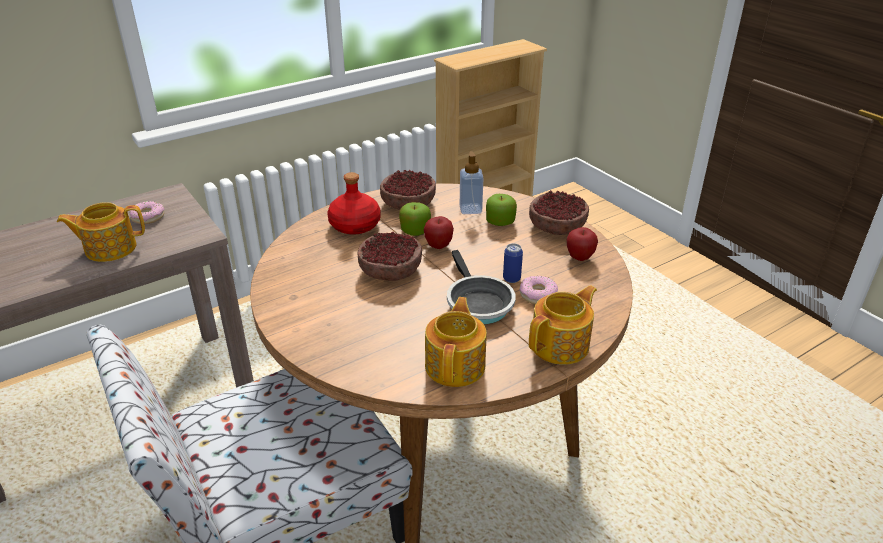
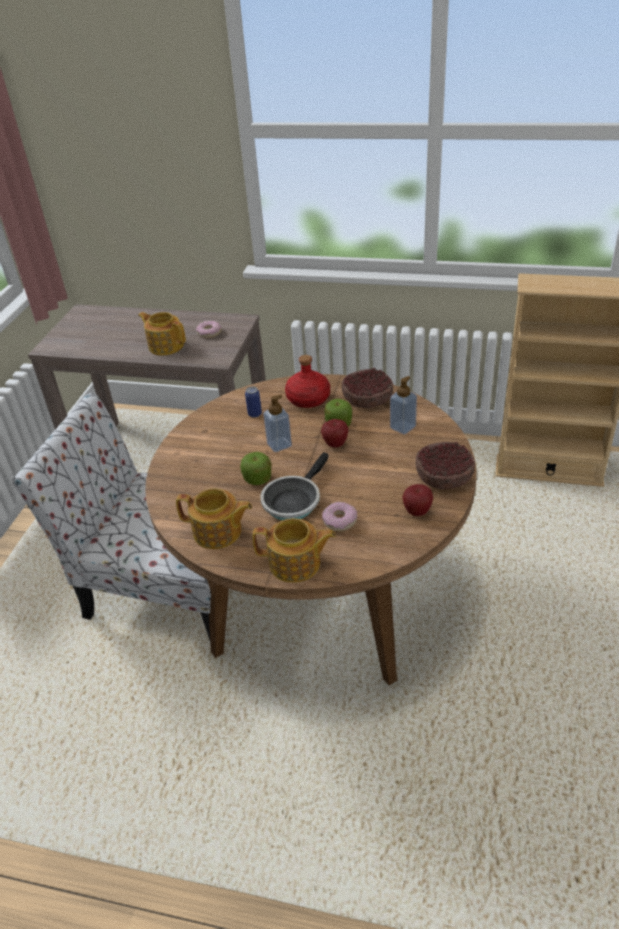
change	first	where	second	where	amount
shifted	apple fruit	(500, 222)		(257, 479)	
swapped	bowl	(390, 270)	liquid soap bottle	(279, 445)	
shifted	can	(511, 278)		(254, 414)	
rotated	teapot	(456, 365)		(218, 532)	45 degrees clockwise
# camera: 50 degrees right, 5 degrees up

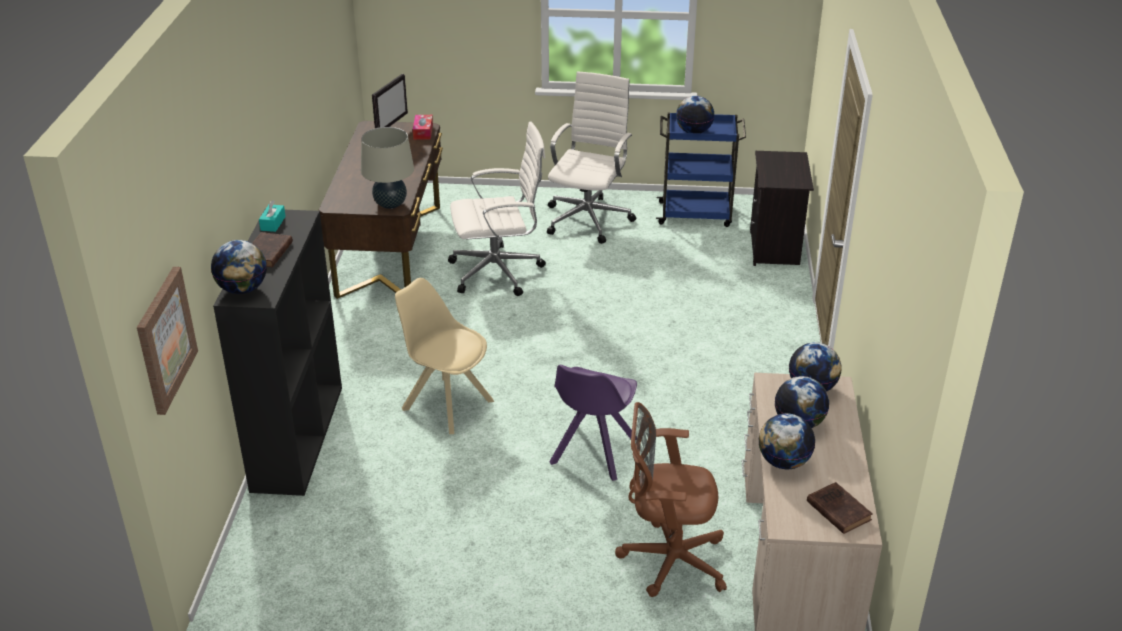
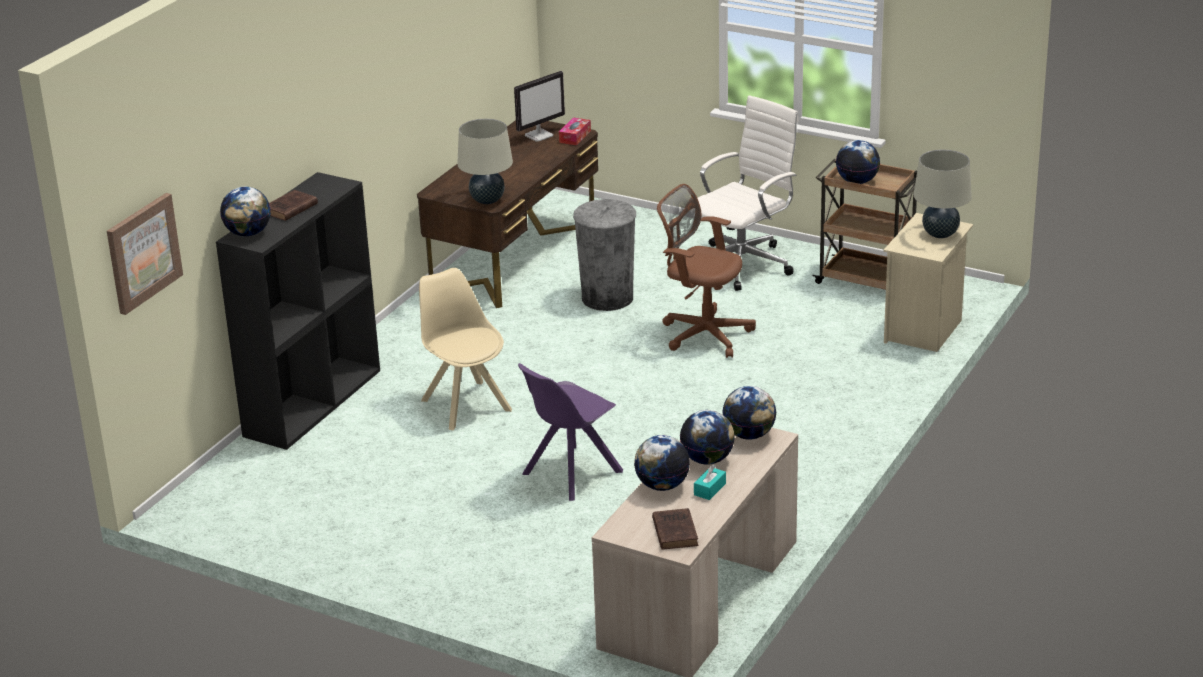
change	first	where	second	where	amount
repainted	bluish cart	(696, 214)	brownish cart	(866, 281)	
swapped	whitish office chair	(499, 272)	gray waste bin	(607, 298)	
repainted	blackish nightstand	(775, 248)	beige-coloured nightstand	(924, 330)	
shifted	blue-green tissue holder	(273, 223)		(710, 489)	
shifted	brownish office chair	(668, 560)		(703, 333)	
new			beige-coloured table lamp	(940, 234)	
# camera: 25 degrees right, 5 degrees down

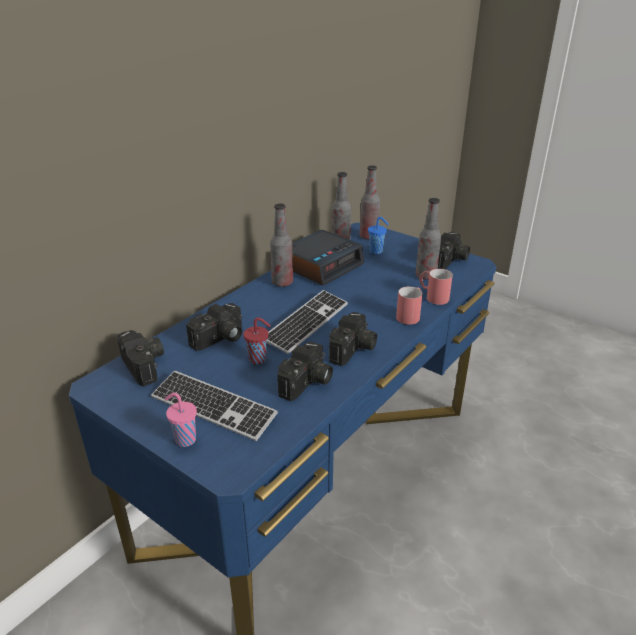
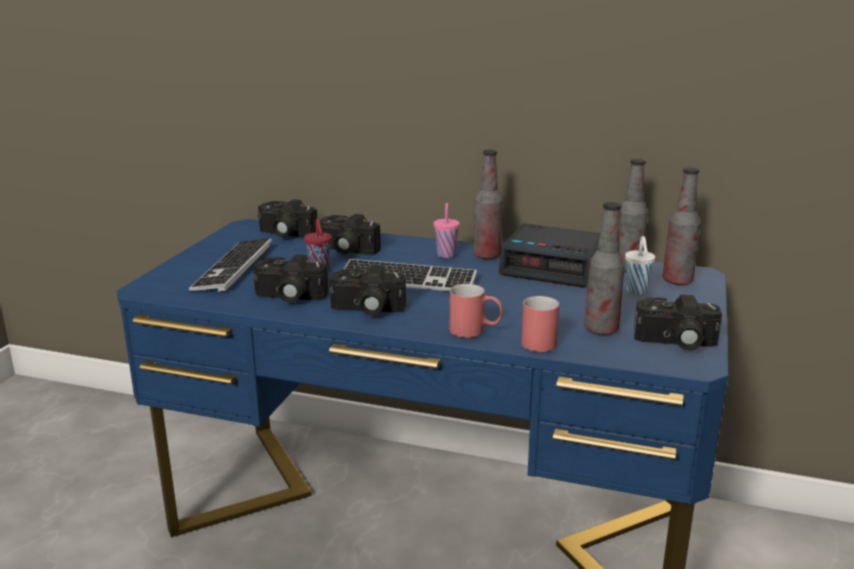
change	first	where	second	where	amount
repainted	bluish cup	(376, 251)	whitish cup	(636, 291)	
rotated	photo camera	(146, 365)		(285, 234)	75 degrees clockwise
shifted	pink-coloured cup	(184, 439)		(446, 254)	
# camera: 70 degrees right, 10 degrees down

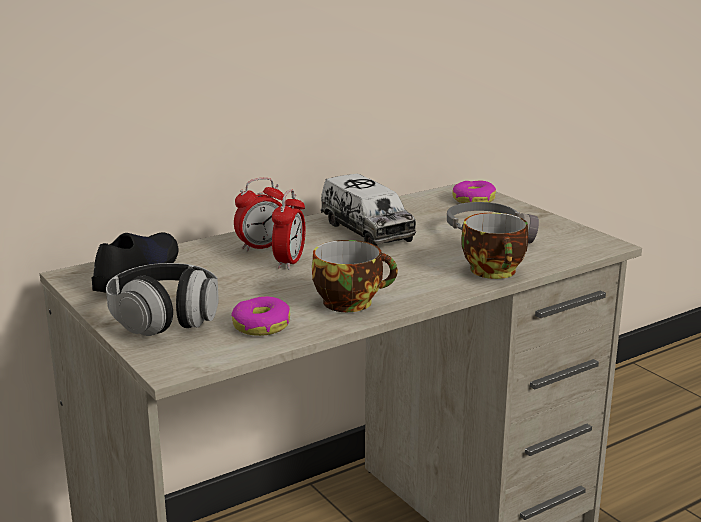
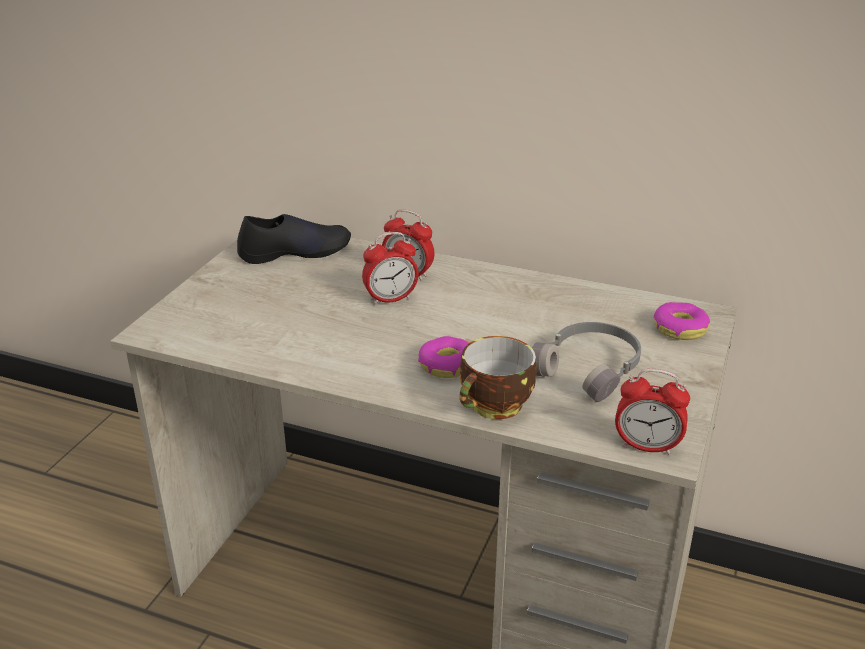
change	first	where	second	where	amount
gone	model truck	(366, 230)			
gone	cup	(351, 302)			
gone	pair of headphones	(165, 318)			
shifted	ring doughnut	(261, 325)		(447, 365)	
new			bedside clock	(647, 446)	
# camera: 55 degrees right, 10 degrees up

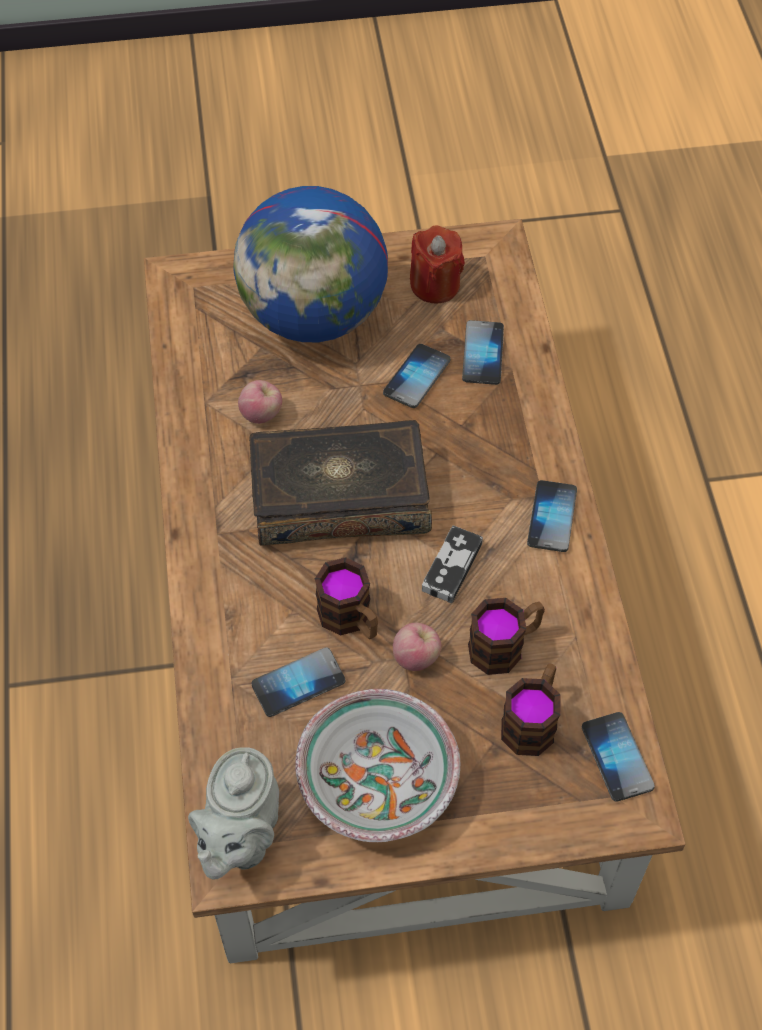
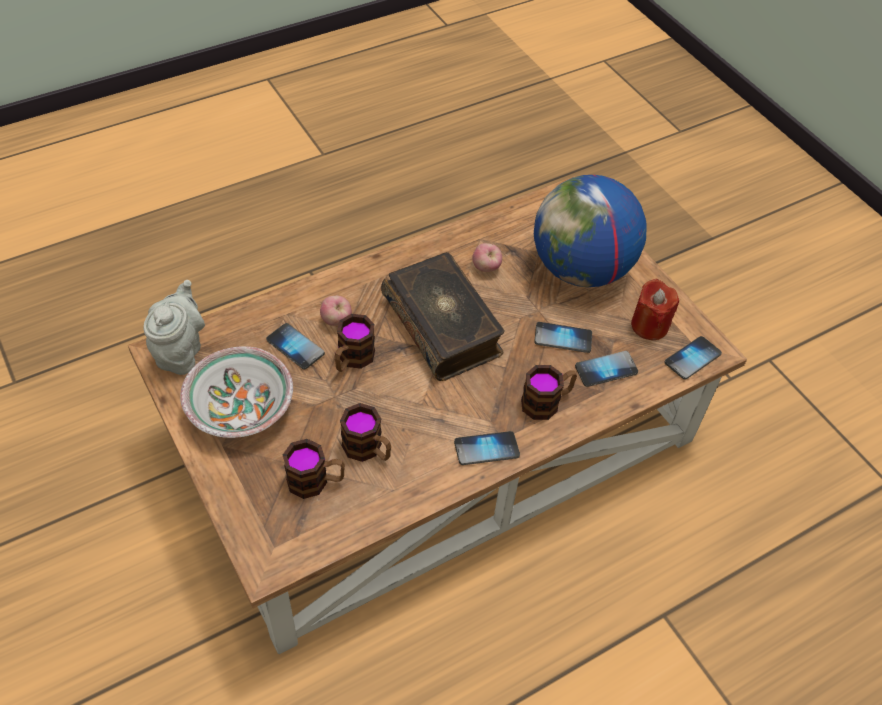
change	first	where	second	where	amount
gone	joypad	(452, 567)			
shifted	apple fruit	(416, 657)		(336, 321)	
shifted	handset	(617, 757)		(692, 358)	
rotated	gray teapot	(240, 837)		(181, 351)	105 degrees clockwise
new			mug	(547, 402)	
# camera: 65 degrees right, 5 degrees down

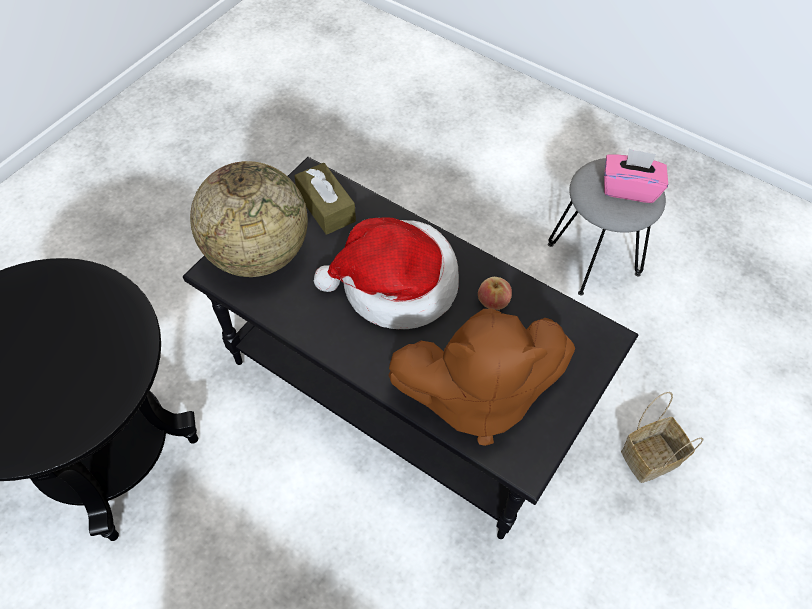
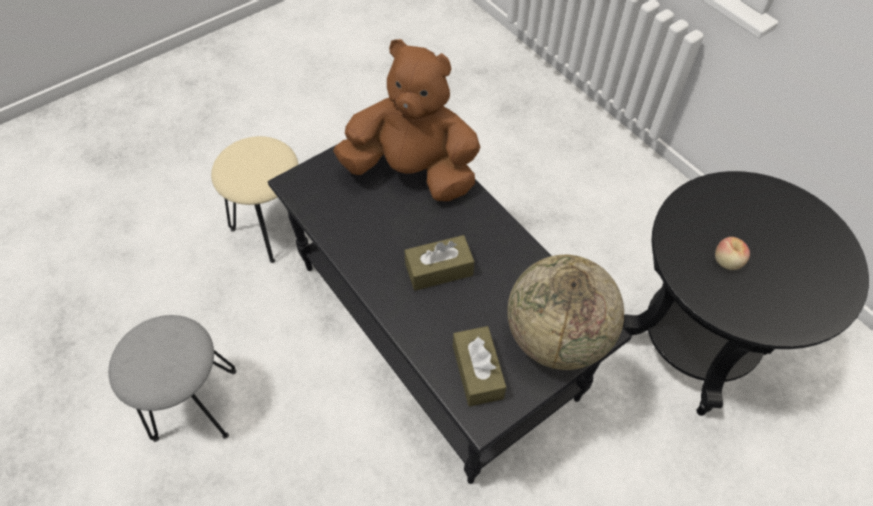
change	first	where	second	where	amount
gone	pink-coloured tissue holder	(629, 188)			
swapped	wearable hat	(395, 285)	brownish tissue holder	(439, 270)	
shifted	apple fruit	(493, 302)		(727, 262)	
swapped	household basket	(651, 456)	beige-coloured stool seat	(273, 227)	
# camera: 160 degrees left, 0 degrees up

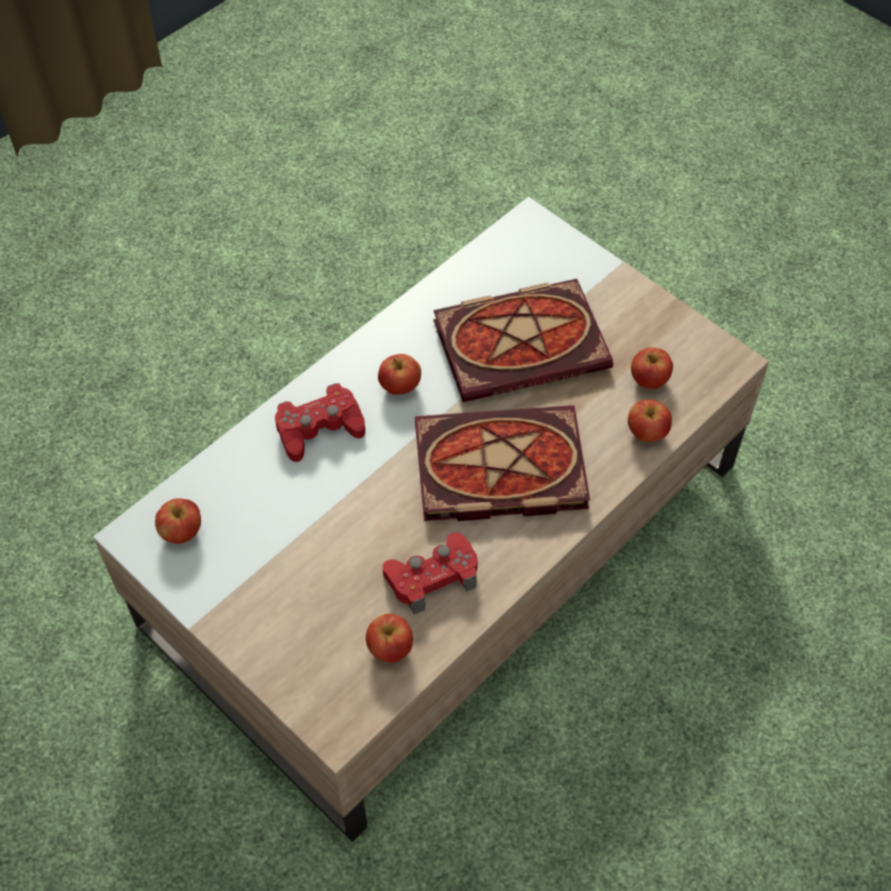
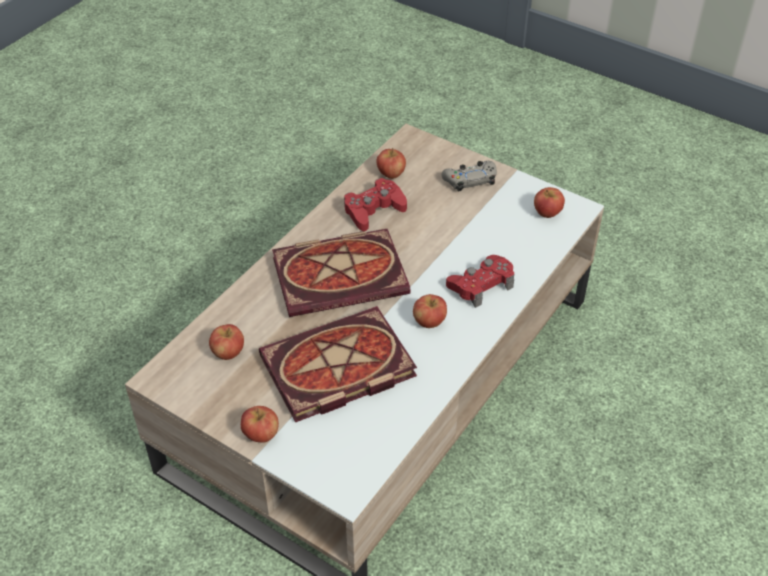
change	first	where	second	where	amount
shifted	apple fruit	(647, 432)		(261, 435)	
new			gray joypad	(470, 180)	
# camera: 170 degrees right, 10 degrees down

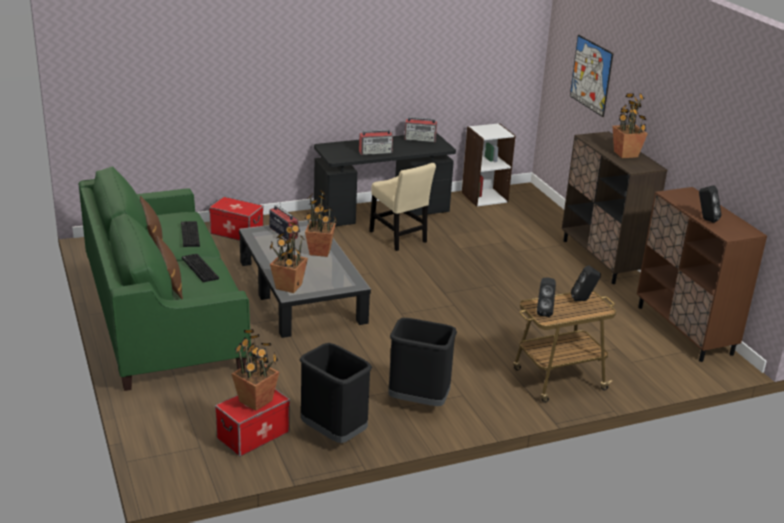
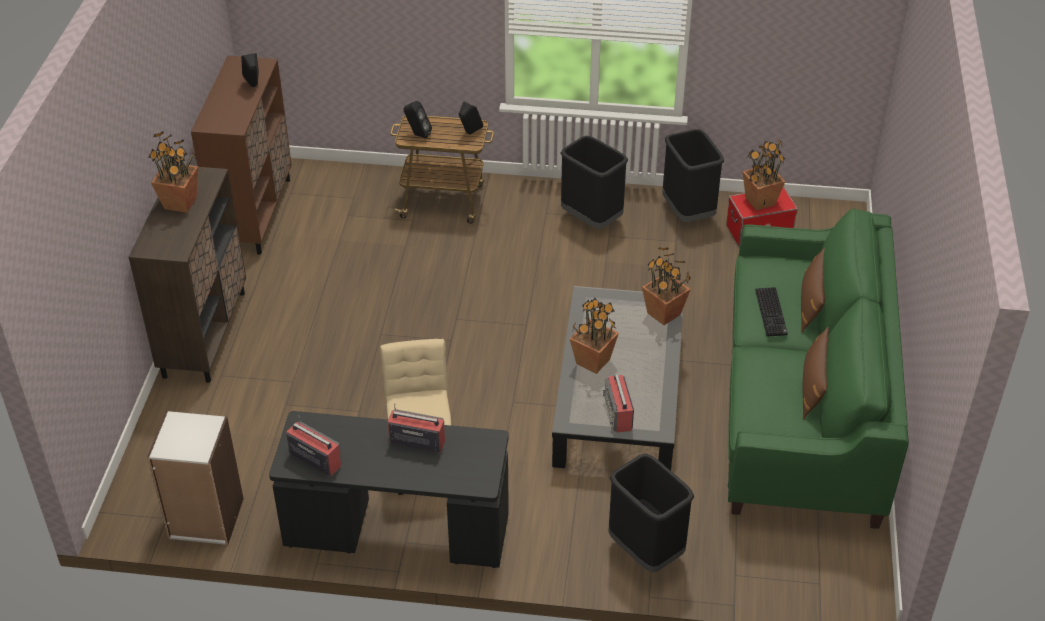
change	first	where	second	where	amount
gone	wall picture	(591, 75)			
swapped	storage container	(237, 232)	blackish waste bin	(645, 550)	
gone	computer keyboard	(189, 234)			
# camera: 150 degrees left, 15 degrees up

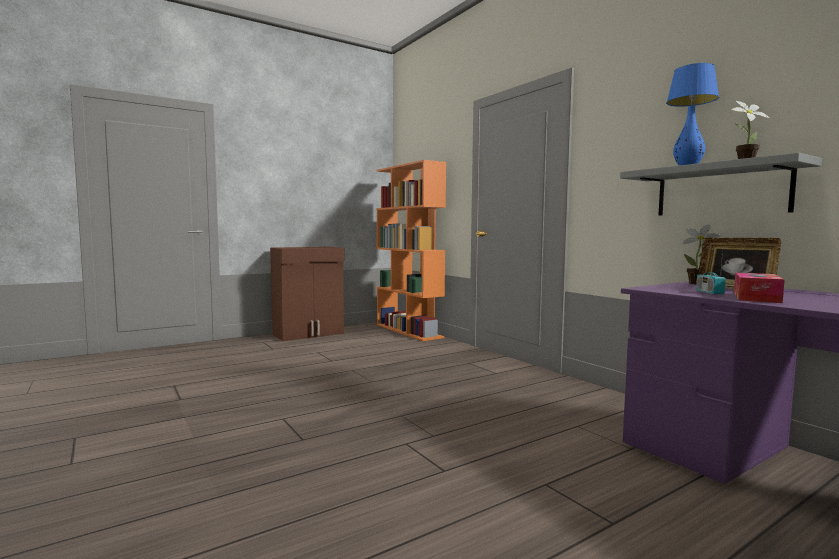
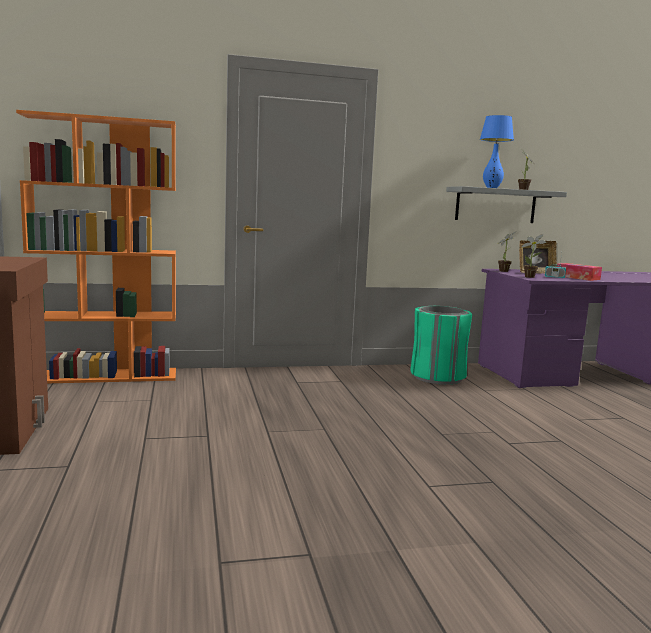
change	first	where	second	where	amount
new			plant in a pot	(531, 277)	
new			green-coloured waste bin	(437, 377)	
# camera: 70 degrees left, 5 degrees up

